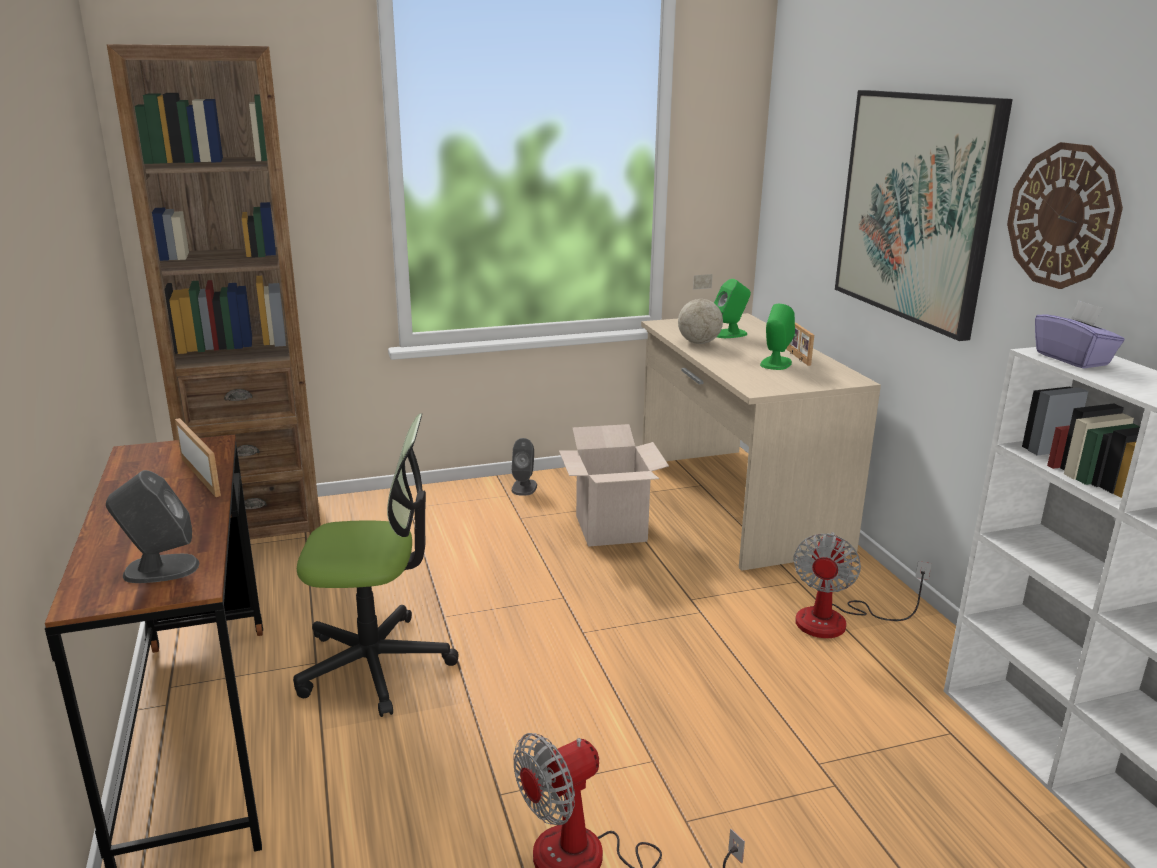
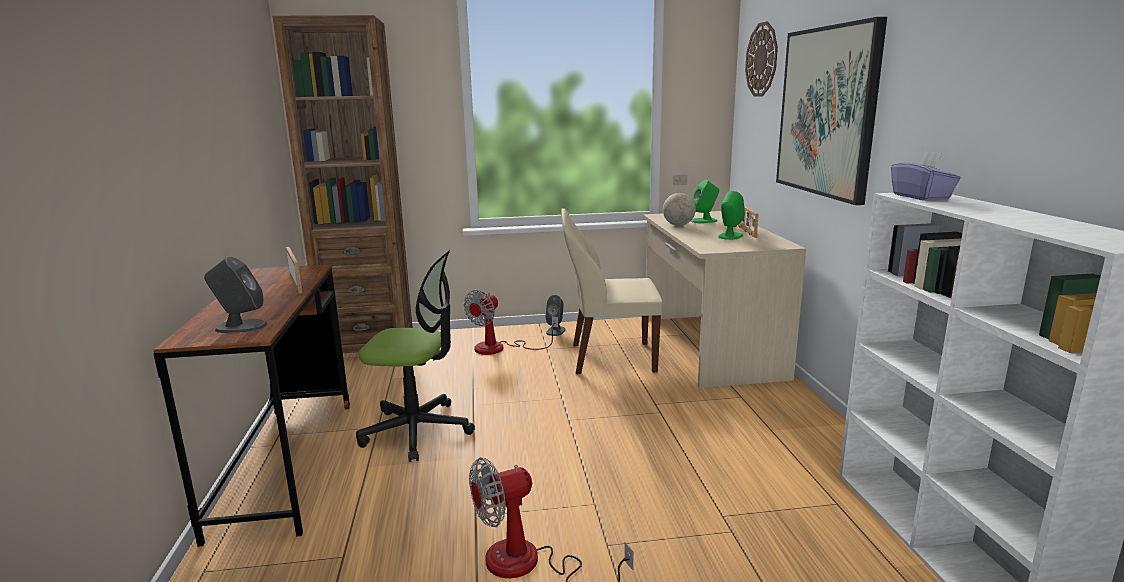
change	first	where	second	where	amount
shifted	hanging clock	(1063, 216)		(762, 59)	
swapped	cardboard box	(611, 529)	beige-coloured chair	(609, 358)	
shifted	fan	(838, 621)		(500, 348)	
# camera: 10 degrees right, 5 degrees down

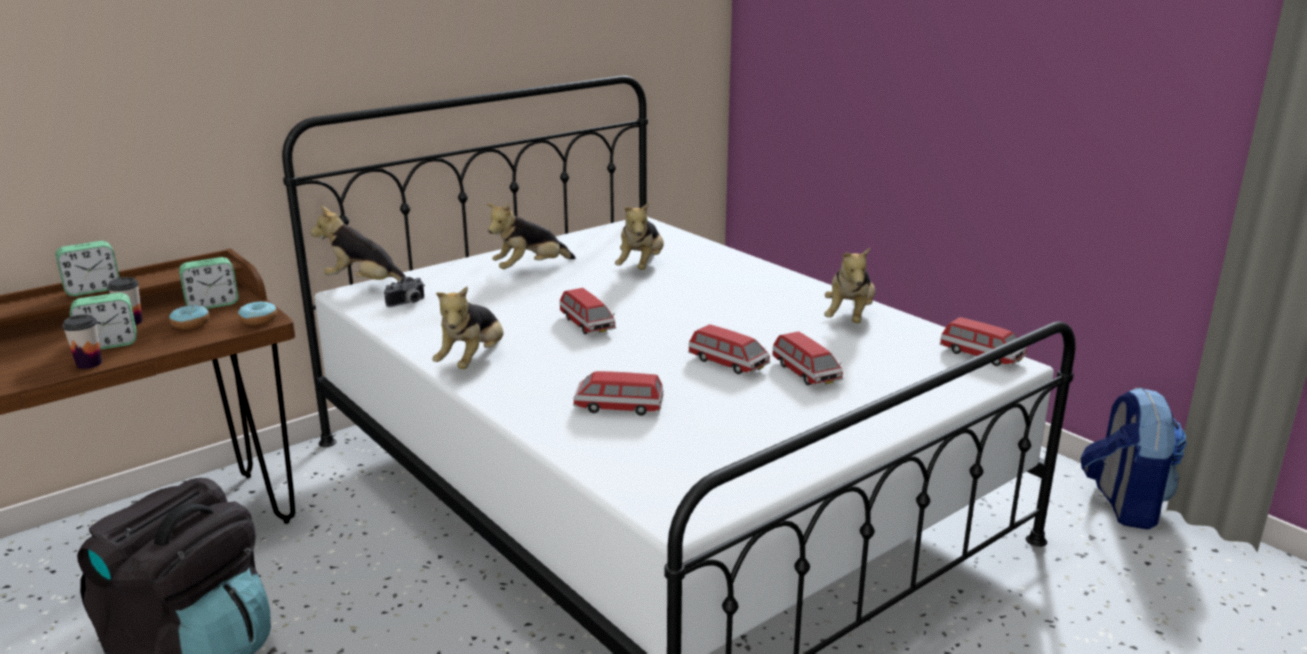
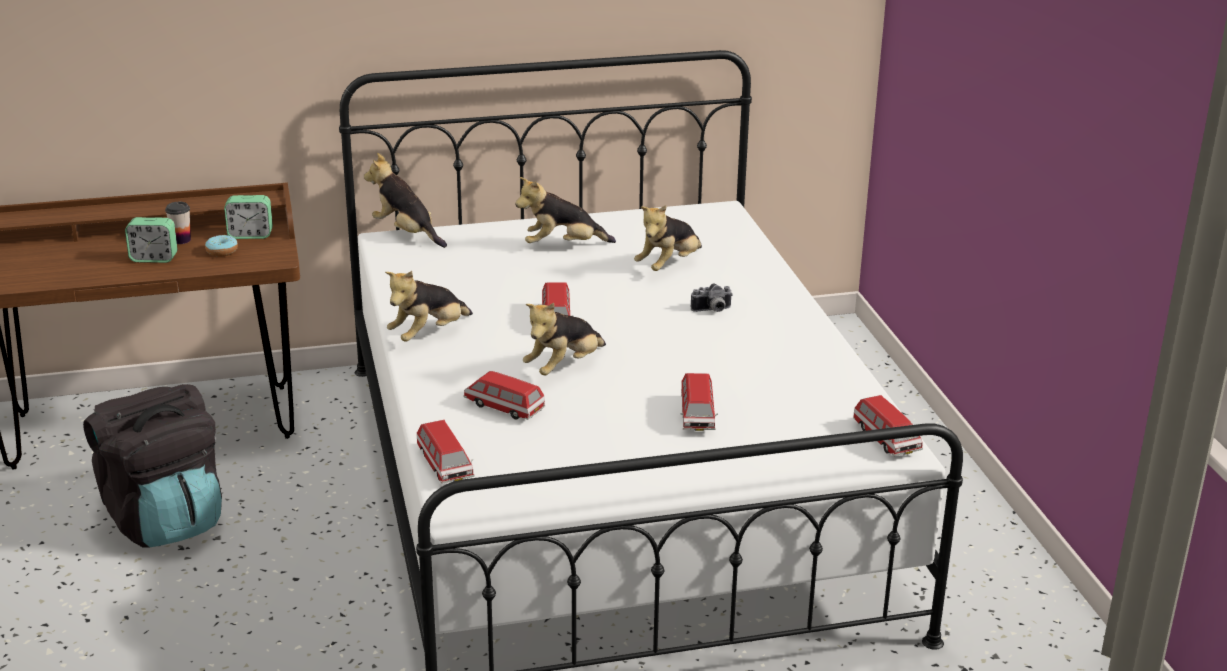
change	first	where	second	where	amount
gone	bedside clock	(93, 290)			
shifted	cuddly toy	(849, 317)		(564, 367)	
shifted	photo camera	(408, 303)		(712, 310)	
gone	ring doughnut	(258, 320)			
gone	cup	(89, 364)			
shifted	toy car	(728, 363)		(444, 465)	
gone	knapsack	(1123, 504)			
# camera: 25 degrees right, 5 degrees up

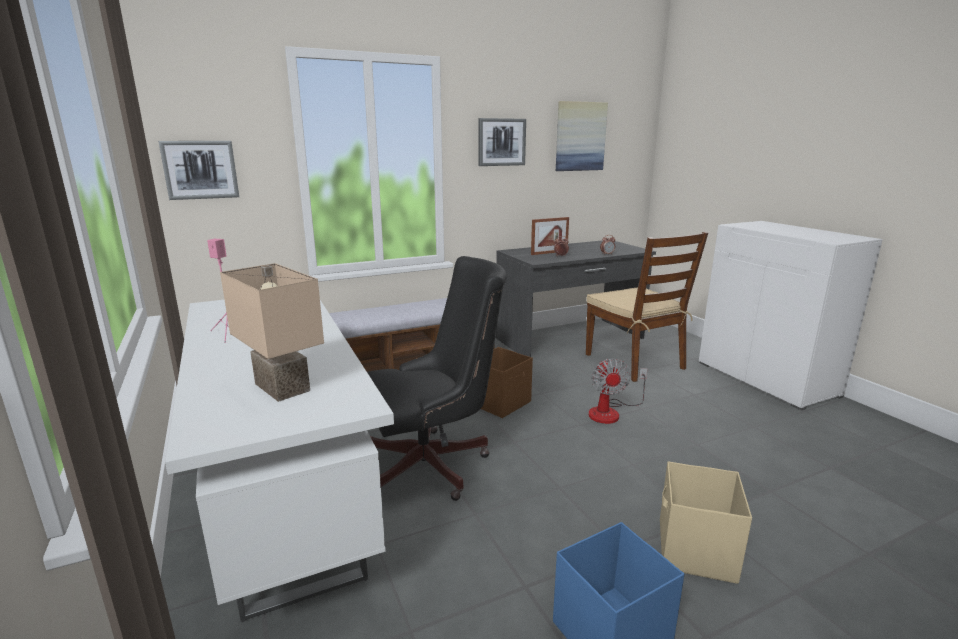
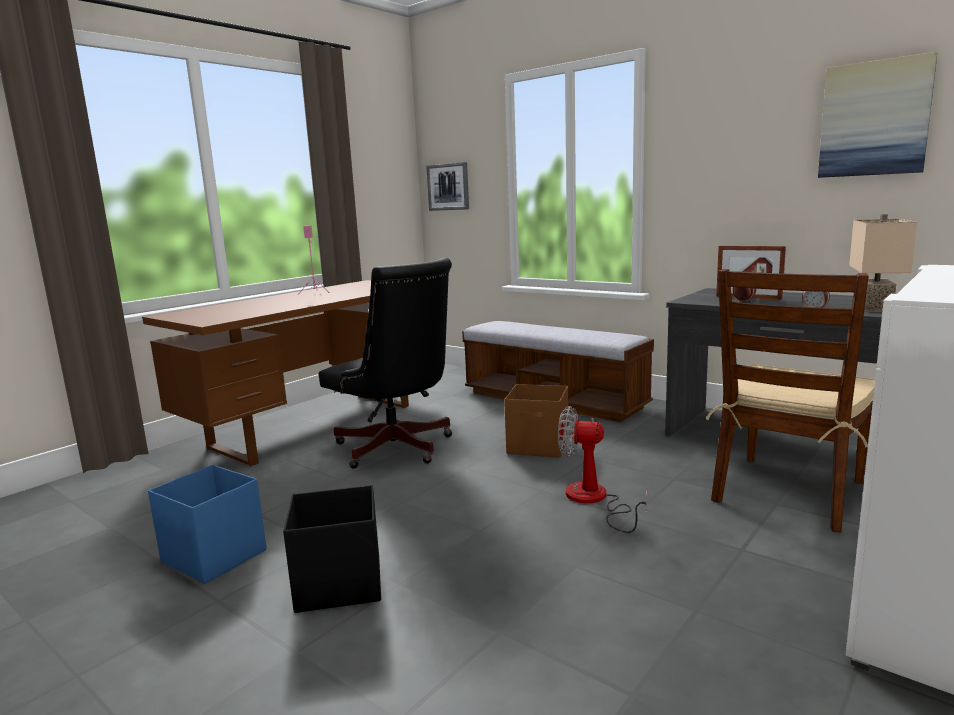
change	first	where	second	where	amount
gone	wall picture	(501, 142)			
shifted	beige-coloured table lamp	(279, 388)		(871, 308)	
repainted	whitish desk	(286, 504)	brownish desk	(315, 425)	
rotated	fan	(611, 412)		(594, 500)	45 degrees clockwise
repainted	beige-coloured storage container	(695, 551)	blackish storage container	(338, 584)	
# camera: 65 degrees right, 5 degrees down

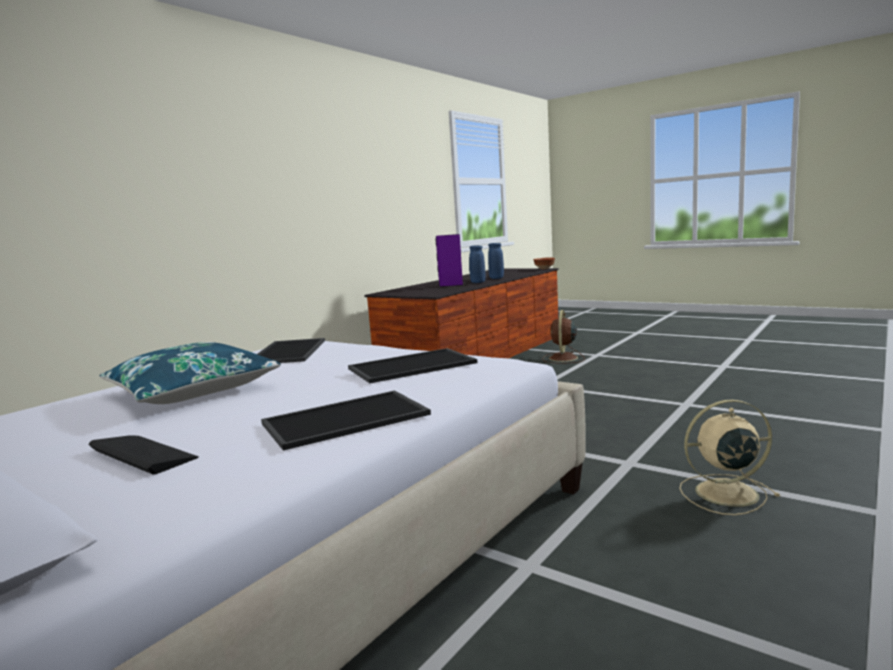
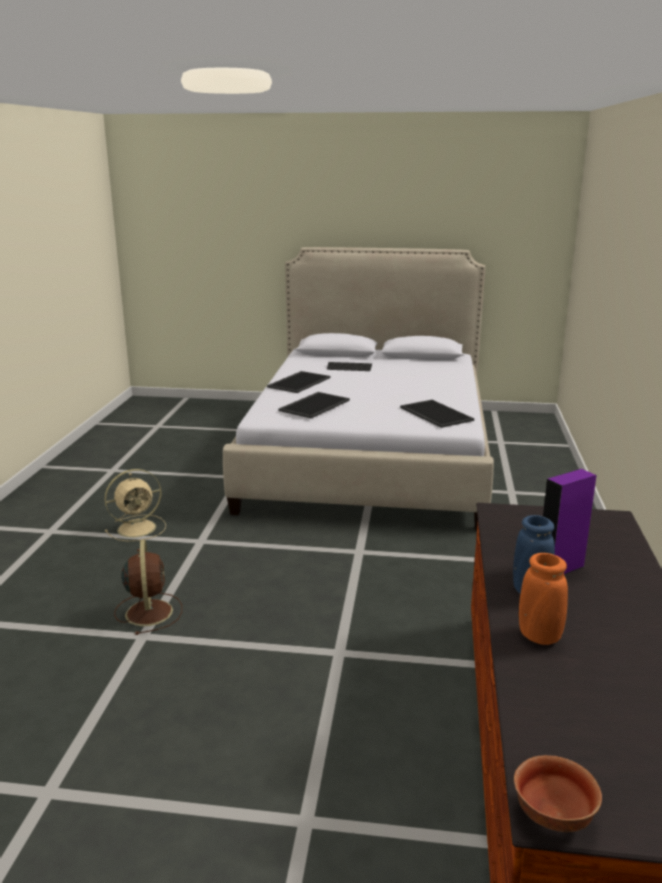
change	first	where	second	where	amount
repainted	bluish decorative vase	(496, 278)	orange-coloured decorative vase	(539, 636)	
shifted	brownish fan	(563, 358)		(149, 611)	
gone	bluish throw pillow	(192, 391)			
# camera: 150 degrees right, 10 degrees up

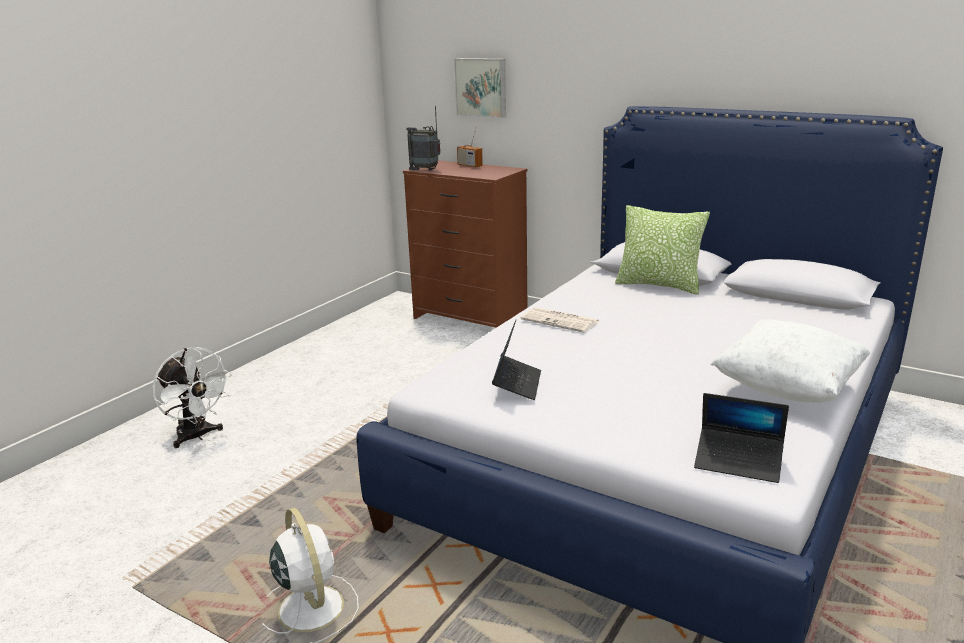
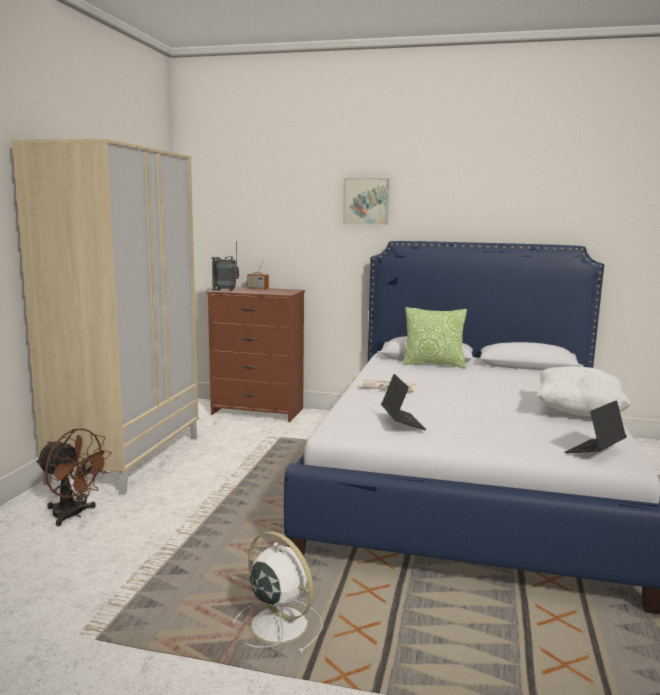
change	first	where	second	where	amount
shifted	wall picture	(481, 87)		(366, 201)	
repainted	whitish fan	(197, 436)	brownish fan	(74, 515)	
rotated	portable computer	(738, 462)		(594, 451)	135 degrees clockwise
new			beige-coloured clothes cupboard	(127, 458)	
# camera: 20 degrees left, 10 degrees down

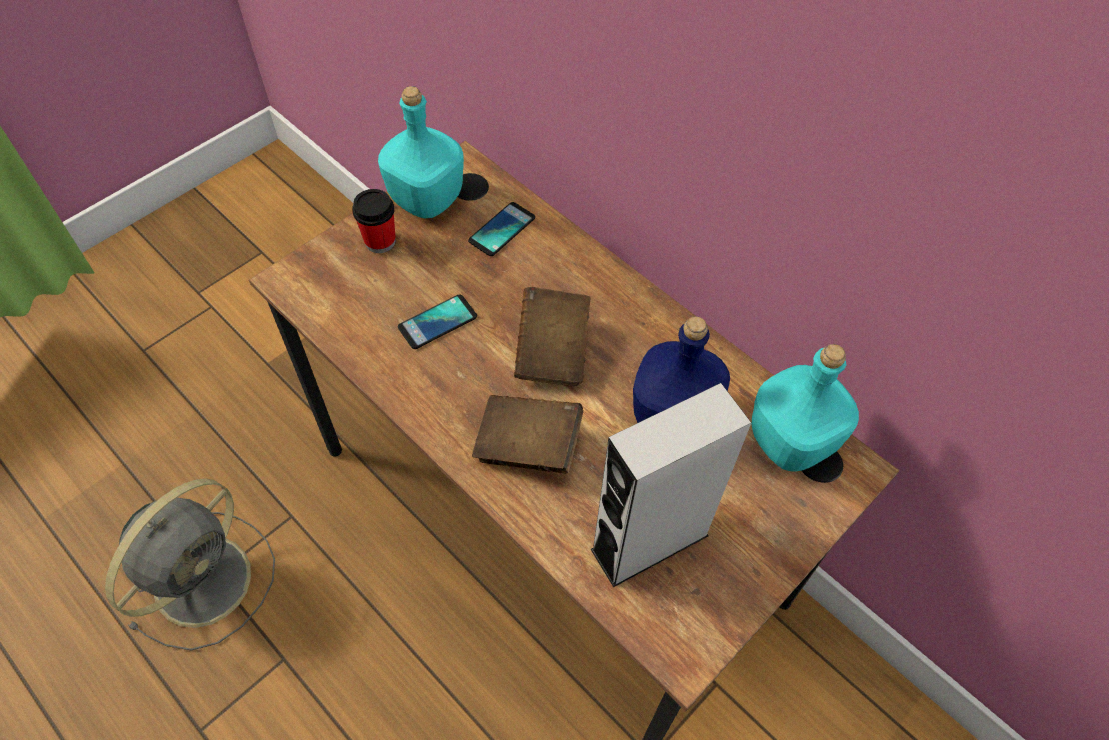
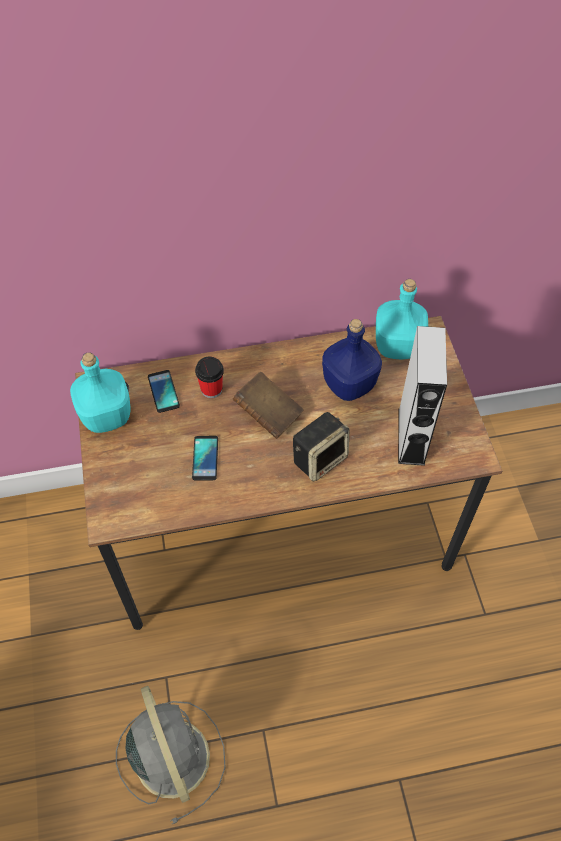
change	first	where	second	where	amount
shifted	cup	(380, 241)		(211, 389)	
swapped	brownish volume	(528, 446)	audio speaker	(320, 458)	
# camera: 55 degrees left, 0 degrees up

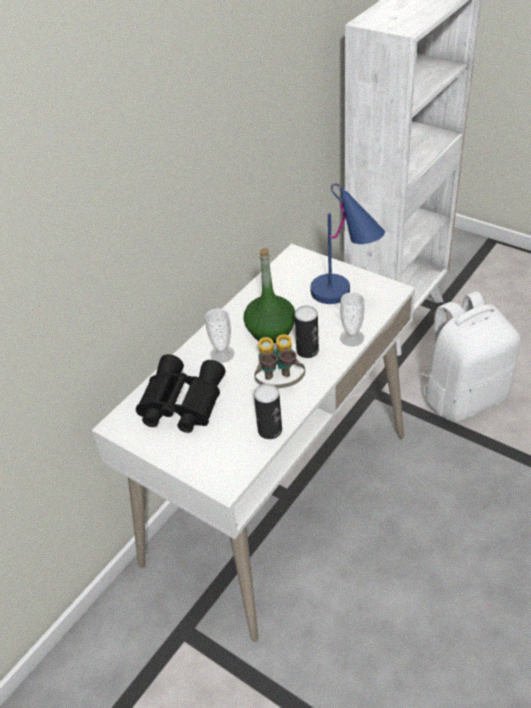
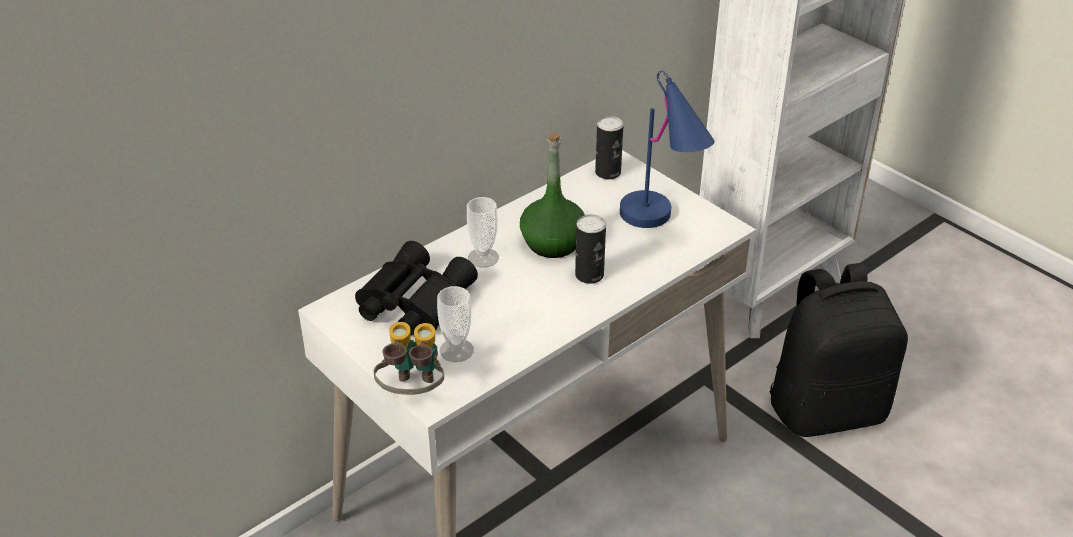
change	first	where	second	where	amount
repainted	whitish knapsack	(464, 397)	blackish knapsack	(826, 409)	
shifted	cup	(352, 338)		(456, 350)	
shifted	pair of binoculars	(279, 385)		(413, 392)	
shifted	can	(270, 430)		(608, 172)	
# camera: 10 degrees right, 5 degrees down

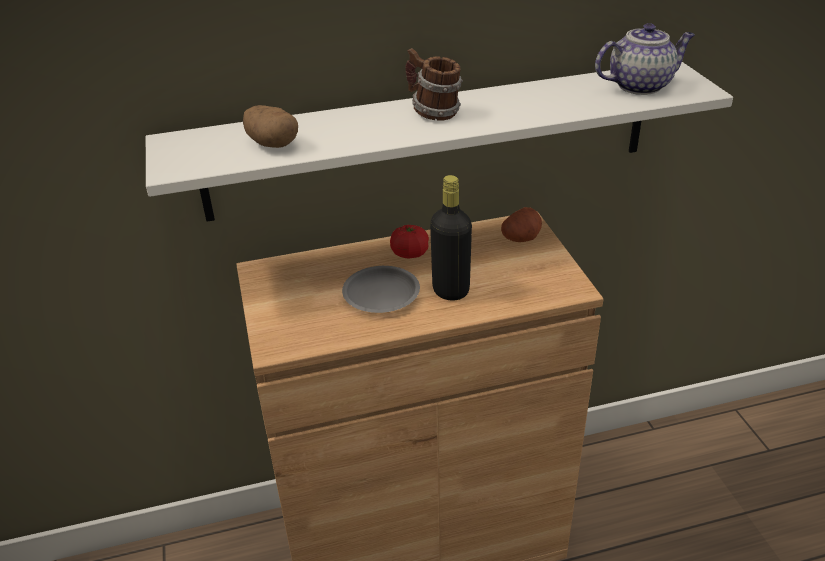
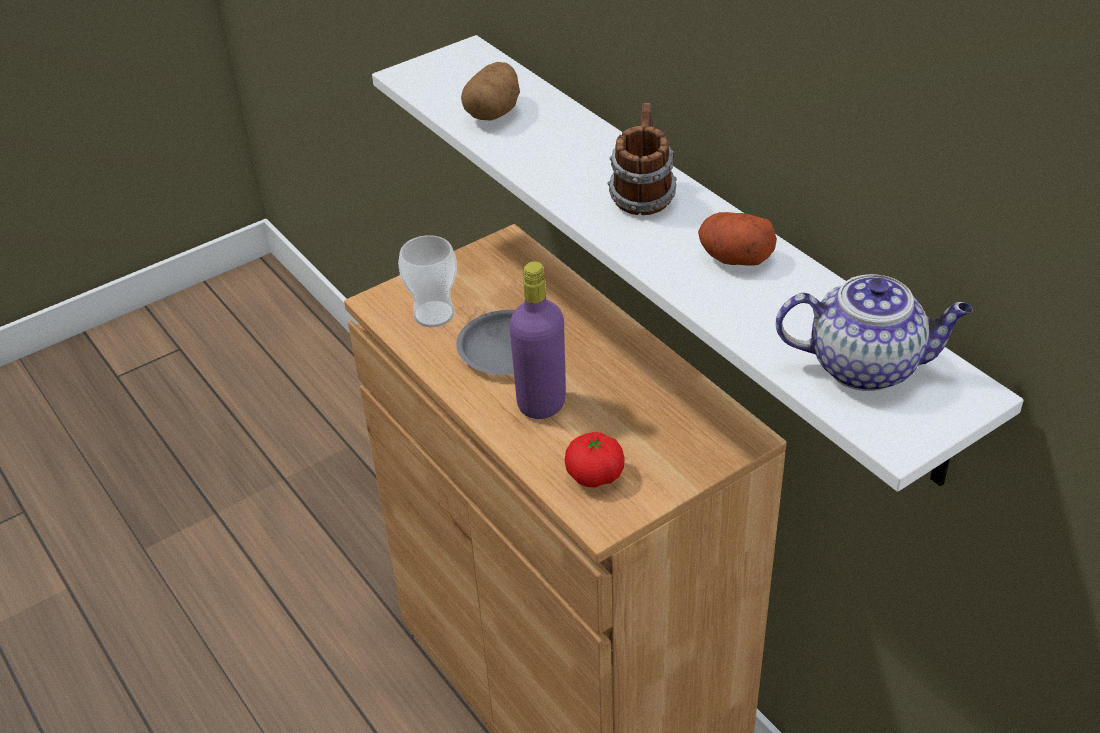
change	first	where	second	where	amount
rotated	teapot	(640, 85)		(867, 366)	45 degrees counterclockwise
repainted	blackish drink bottle	(451, 290)	purplish drink bottle	(541, 404)	
shifted	potato	(521, 238)		(734, 257)	
shifted	fresh tomato	(410, 253)		(594, 475)	
new			cup	(434, 314)	
# camera: 70 degrees right, 5 degrees up

